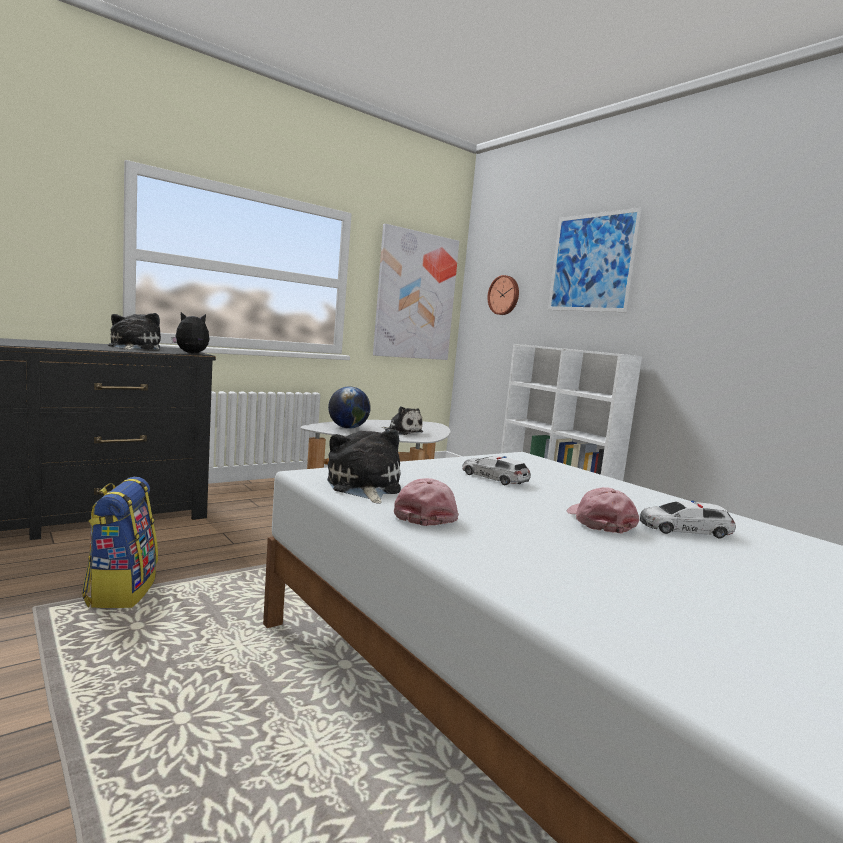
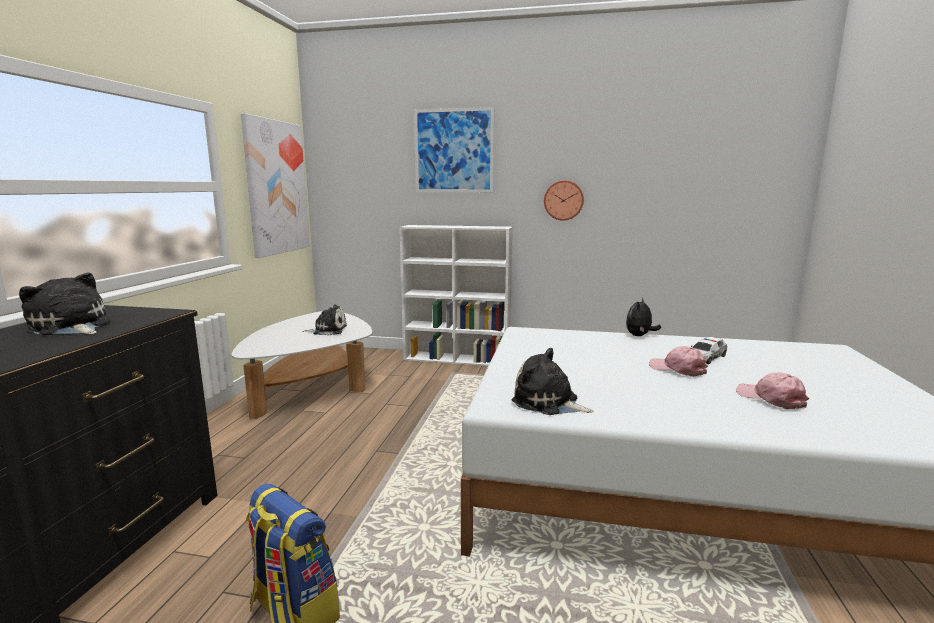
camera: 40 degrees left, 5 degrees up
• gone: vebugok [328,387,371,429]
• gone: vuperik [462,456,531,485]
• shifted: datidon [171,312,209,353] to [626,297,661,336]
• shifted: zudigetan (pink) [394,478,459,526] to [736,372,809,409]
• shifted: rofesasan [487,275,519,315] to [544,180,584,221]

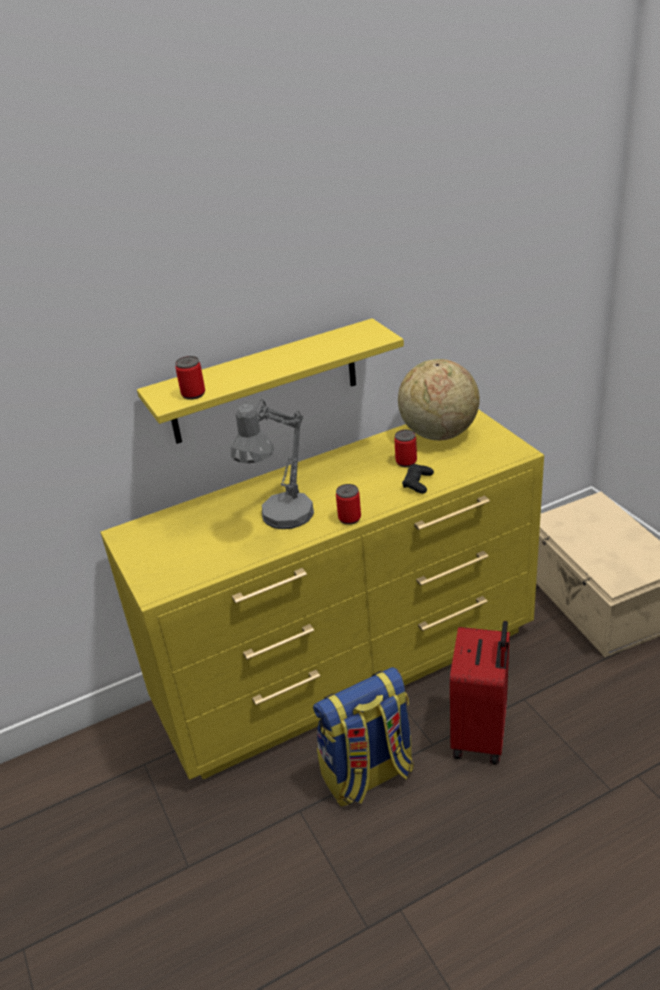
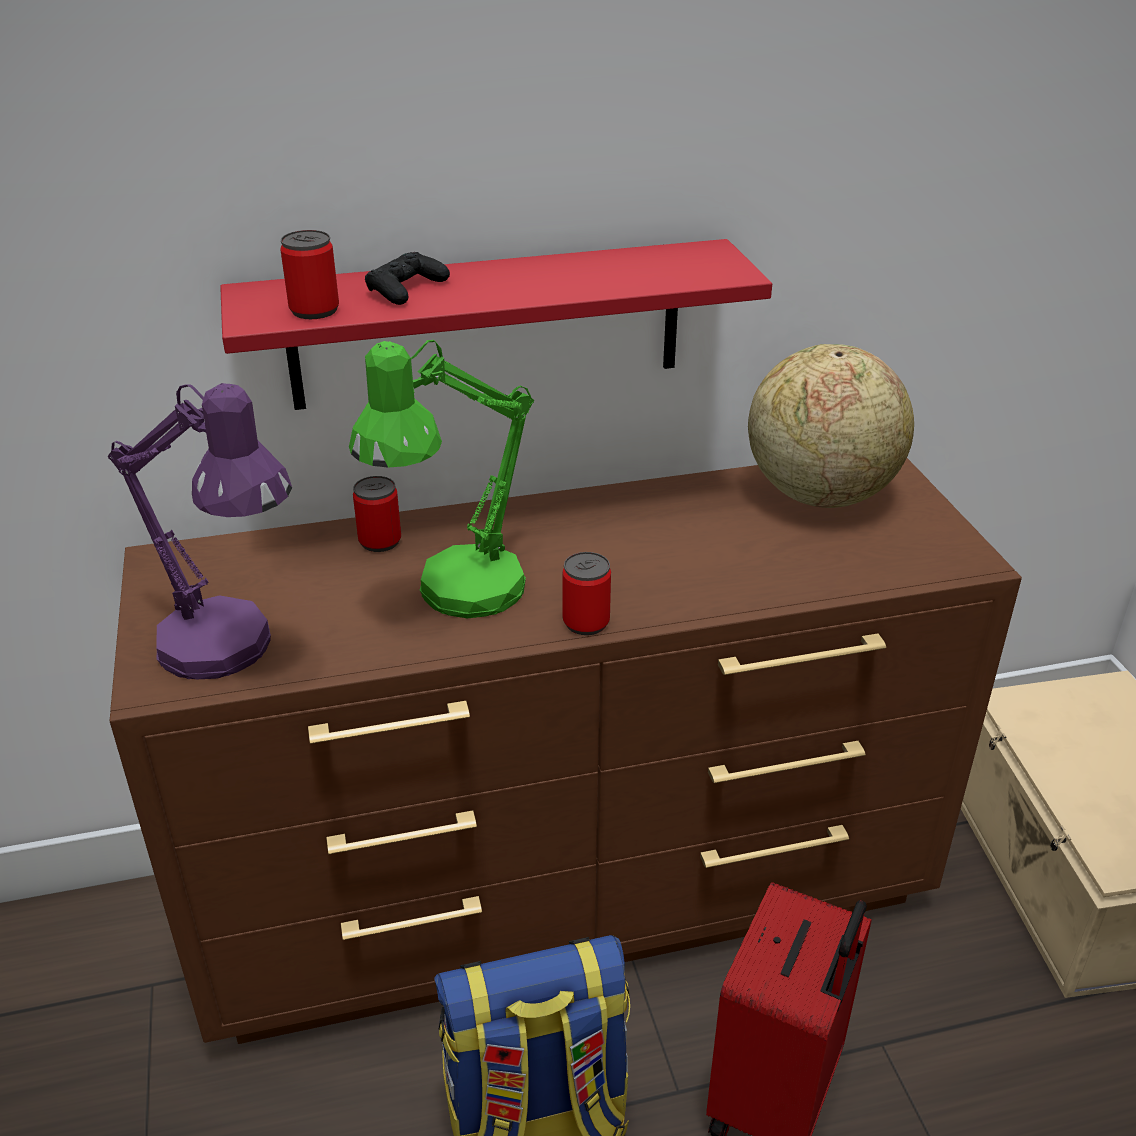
camera: 10 degrees right, 0 degrees up
• new: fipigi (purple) [108,383,292,679]
• shifted: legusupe [394,430,417,467] to [353,476,401,552]
• shifted: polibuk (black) [402,464,434,494] to [365,252,450,305]
• repainted: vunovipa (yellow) [100,409,544,780] to vunovipa (brown) [110,458,1022,1044]
• repainted: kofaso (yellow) [137,318,404,444] to kofaso (red) [220,239,772,410]
• repainted: fipigi (grey) [231,399,314,529] to fipigi (green) [349,340,534,618]

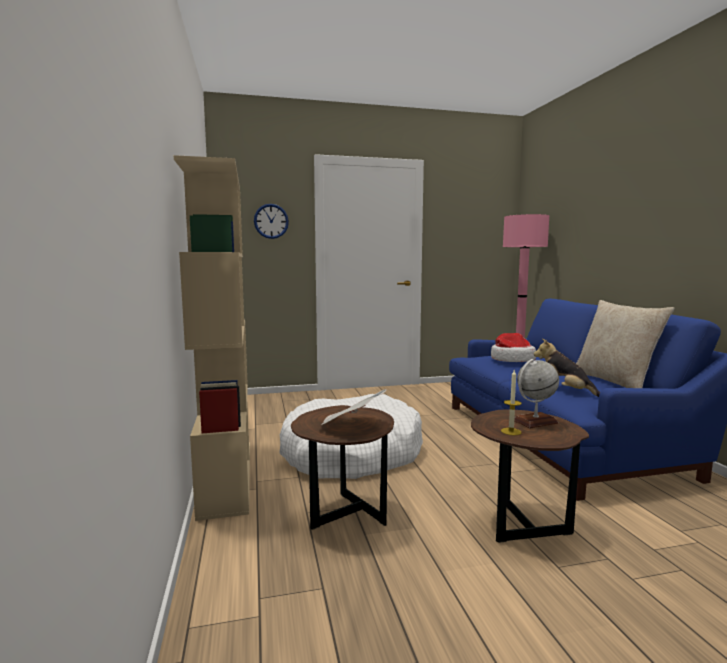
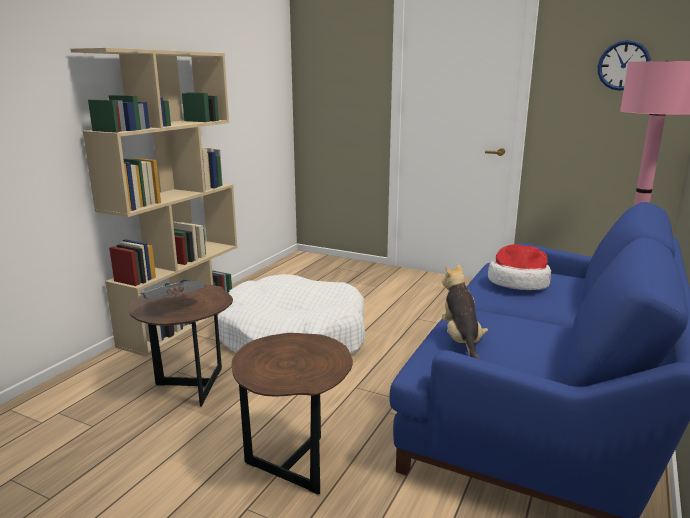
camera: 40 degrees right, 10 degrees up
• gone: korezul [501,370,522,435]
• gone: vebugok [514,359,559,428]
• gone: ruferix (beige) [576,300,675,388]
• shifted: rofesasan [254,204,289,239] to [598,40,650,91]

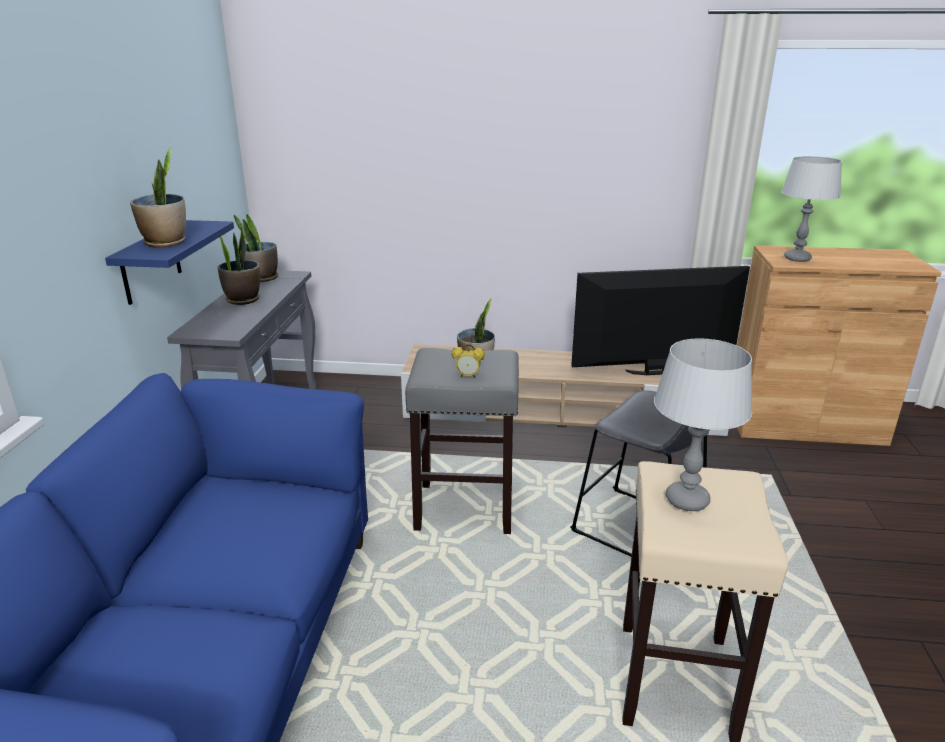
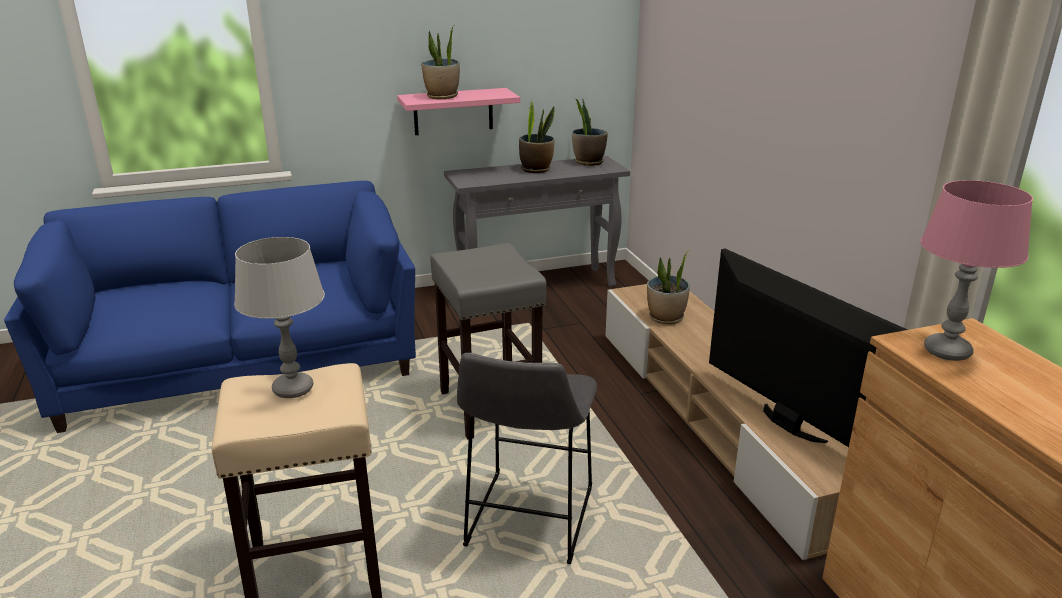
camera: 65 degrees right, 0 degrees up
• gone: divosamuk [452,344,485,378]
• repainted: kofaso (blue) [105,220,234,305] to kofaso (pink) [397,88,520,135]
• repainted: fipigi (grey) [781,156,842,262] to fipigi (pink) [920,180,1033,361]

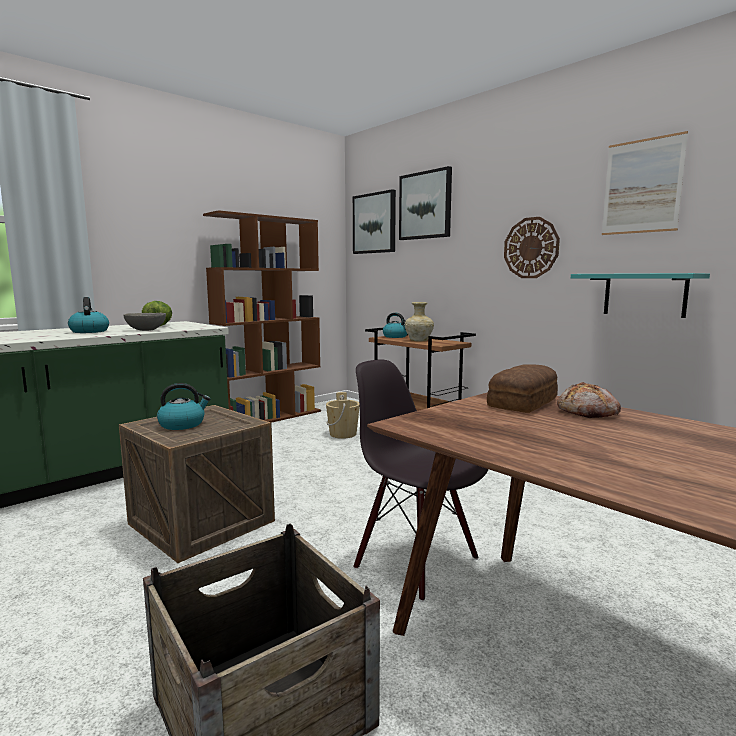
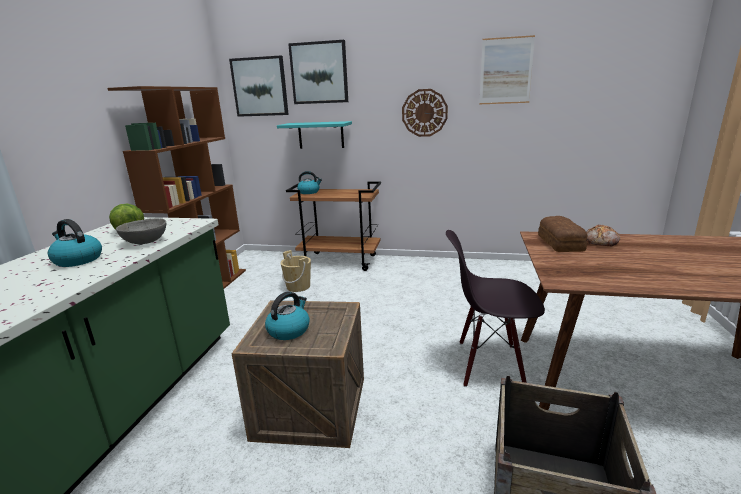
camera: 35 degrees left, 10 degrees up
• gone: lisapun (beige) [405,302,434,342]
• shifted: kofaso (turquoise) [571,273,710,318] to [277,121,352,149]

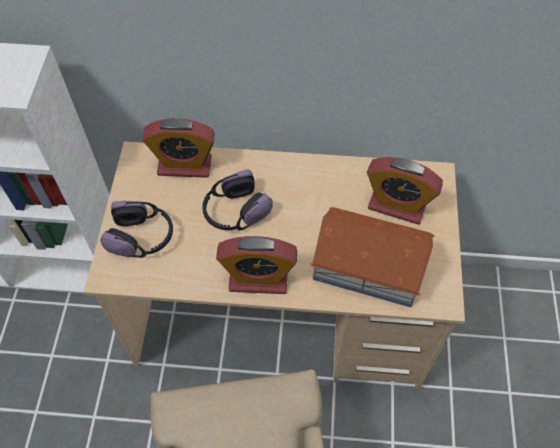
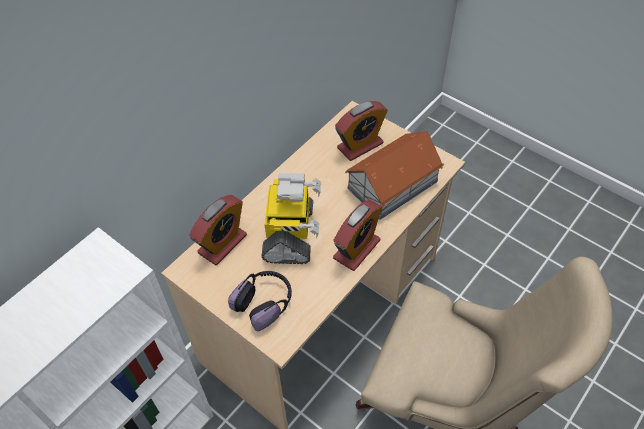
camera: 55 degrees left, 5 degrees down
• swapped: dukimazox [202,169,273,231] to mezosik [261,173,321,264]

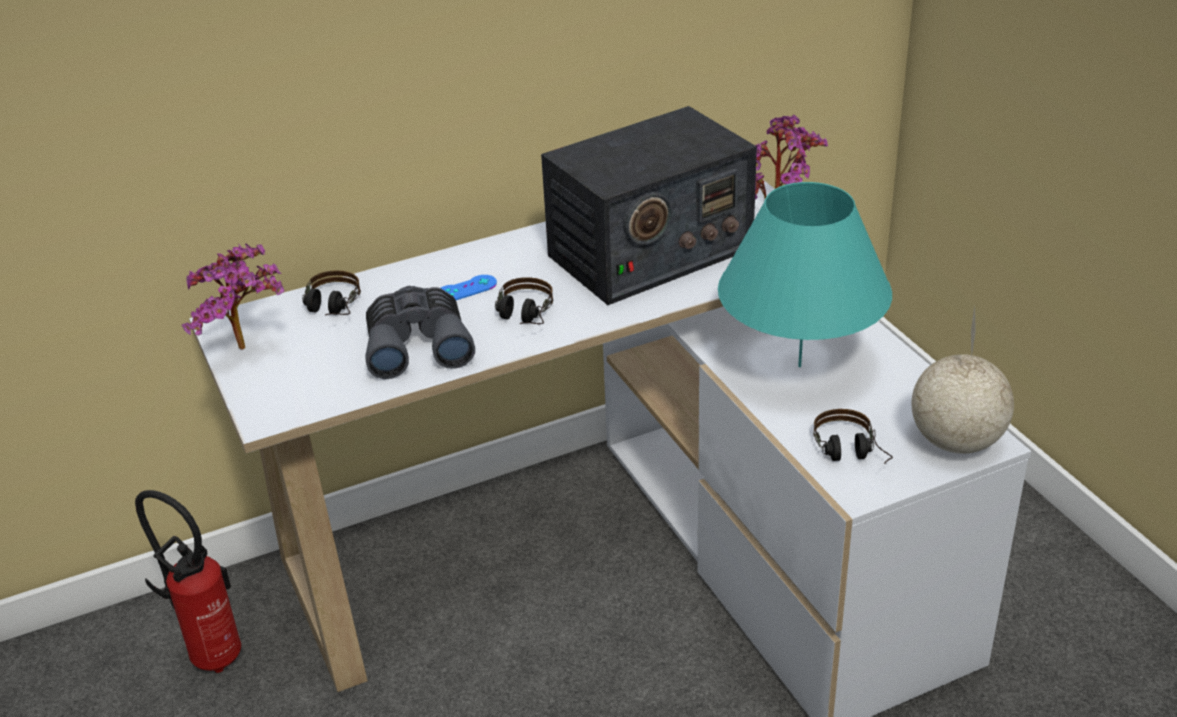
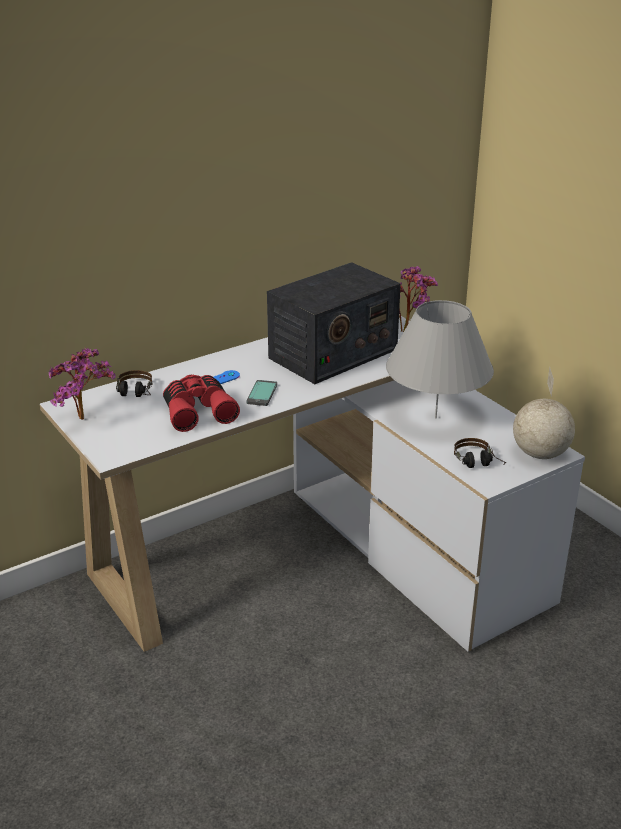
camera: 10 degrees left, 5 degrees down
• gone: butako [135,490,241,673]
• swapped: dukimazox [495,277,553,324] to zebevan [247,380,277,406]
• repainted: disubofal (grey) [365,286,475,379] to disubofal (red) [163,375,240,432]
• repainted: fipigi (turquoise) [718,182,892,367] to fipigi (grey) [386,300,494,418]

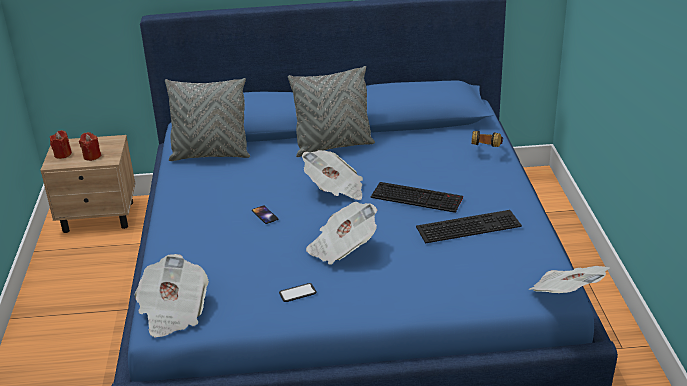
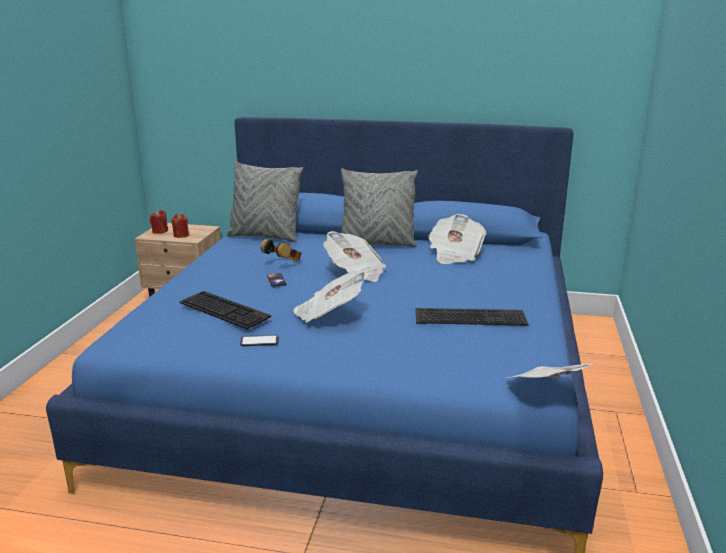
camera: 15 degrees right, 10 degrees down
• shifted: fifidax [135,254,209,338] to [428,214,486,264]
• shifted: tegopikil [371,182,463,213] to [180,291,271,329]
• shifted: dukimazox [472,131,503,147] to [261,239,302,261]

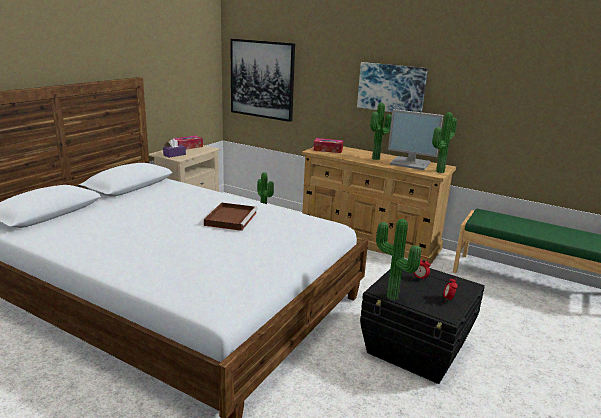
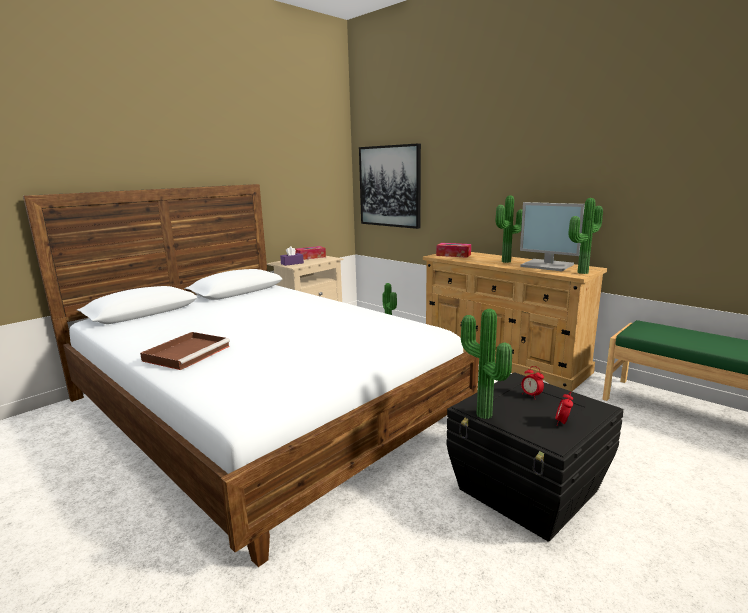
camera: 15 degrees right, 5 degrees down
• gone: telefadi [357,62,428,113]
• shifted: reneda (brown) [204,202,258,231] to [140,332,230,370]

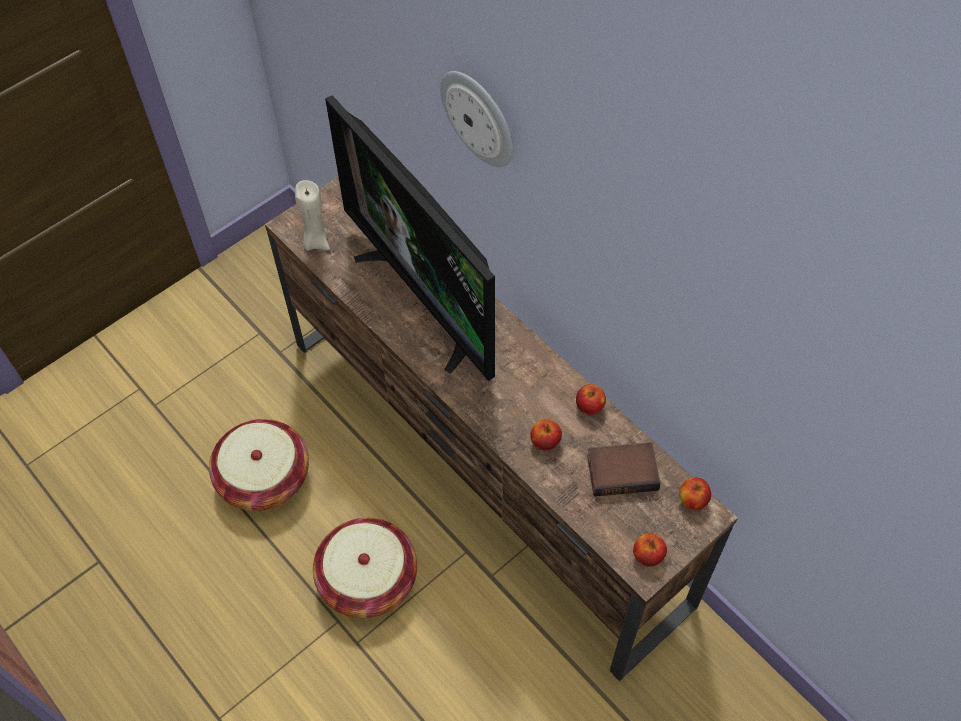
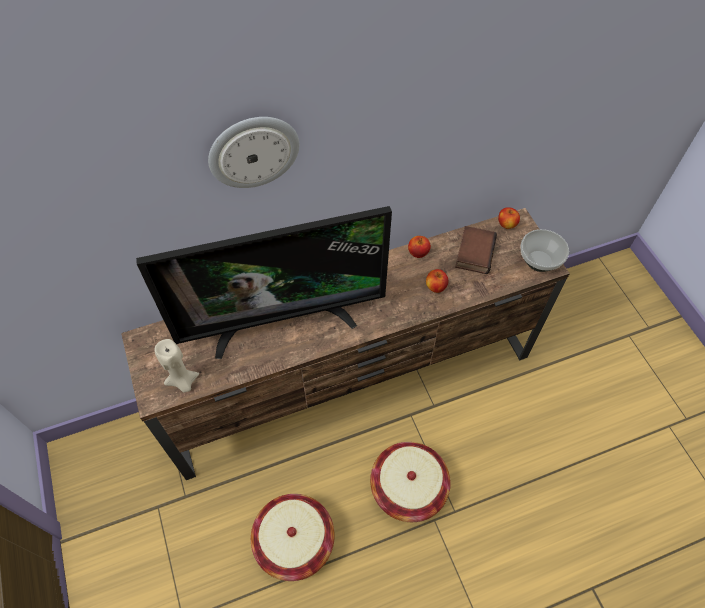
camera: 70 degrees left, 0 degrees up
• swapped: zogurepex [633,533,667,567] to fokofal [521,229,569,272]

